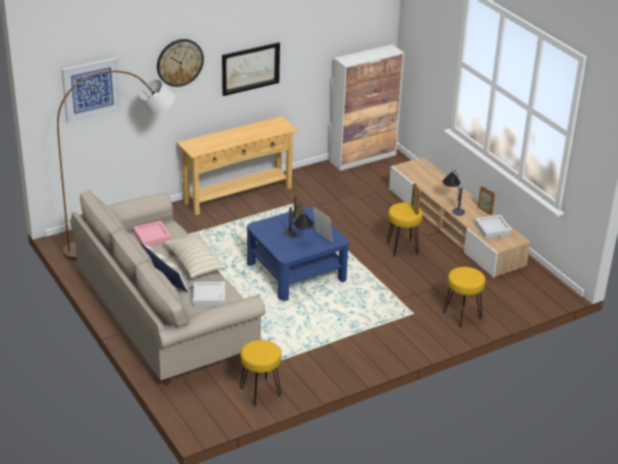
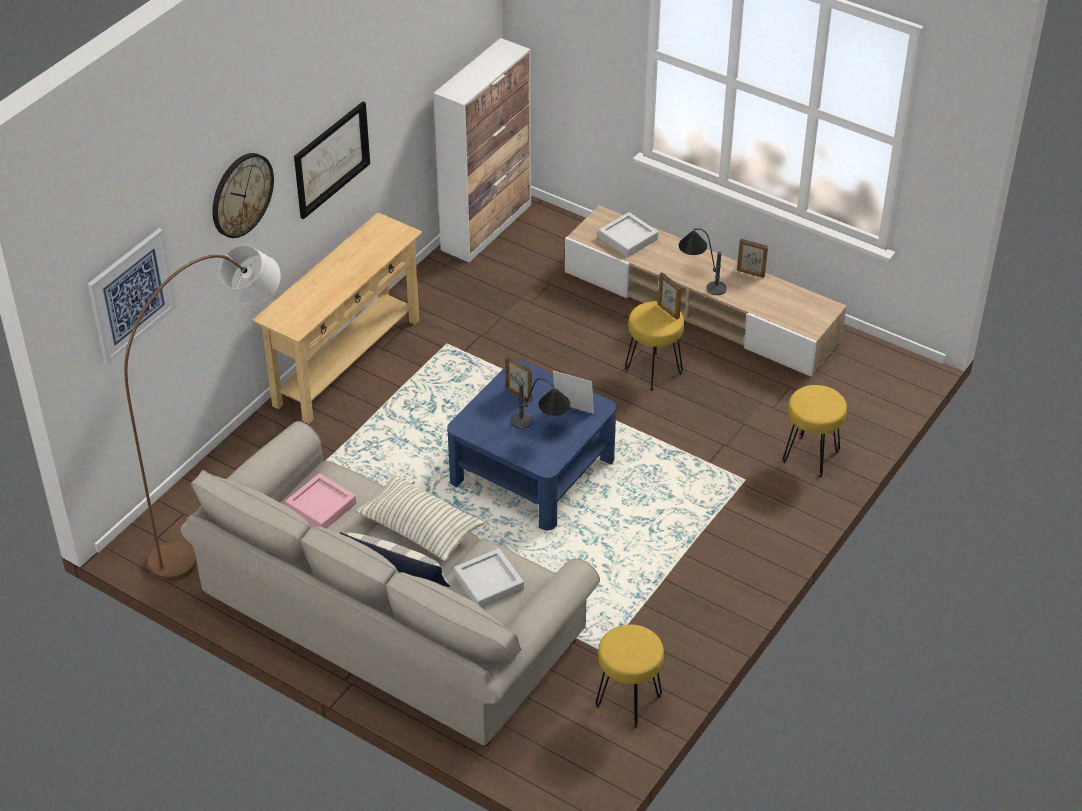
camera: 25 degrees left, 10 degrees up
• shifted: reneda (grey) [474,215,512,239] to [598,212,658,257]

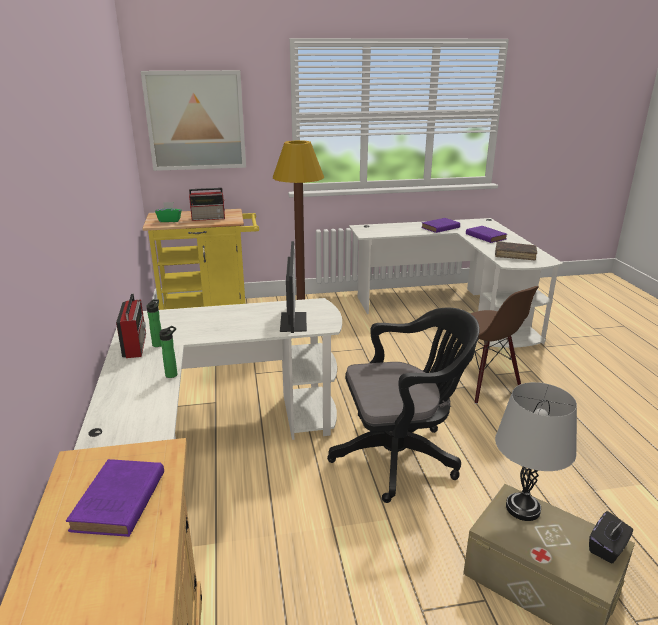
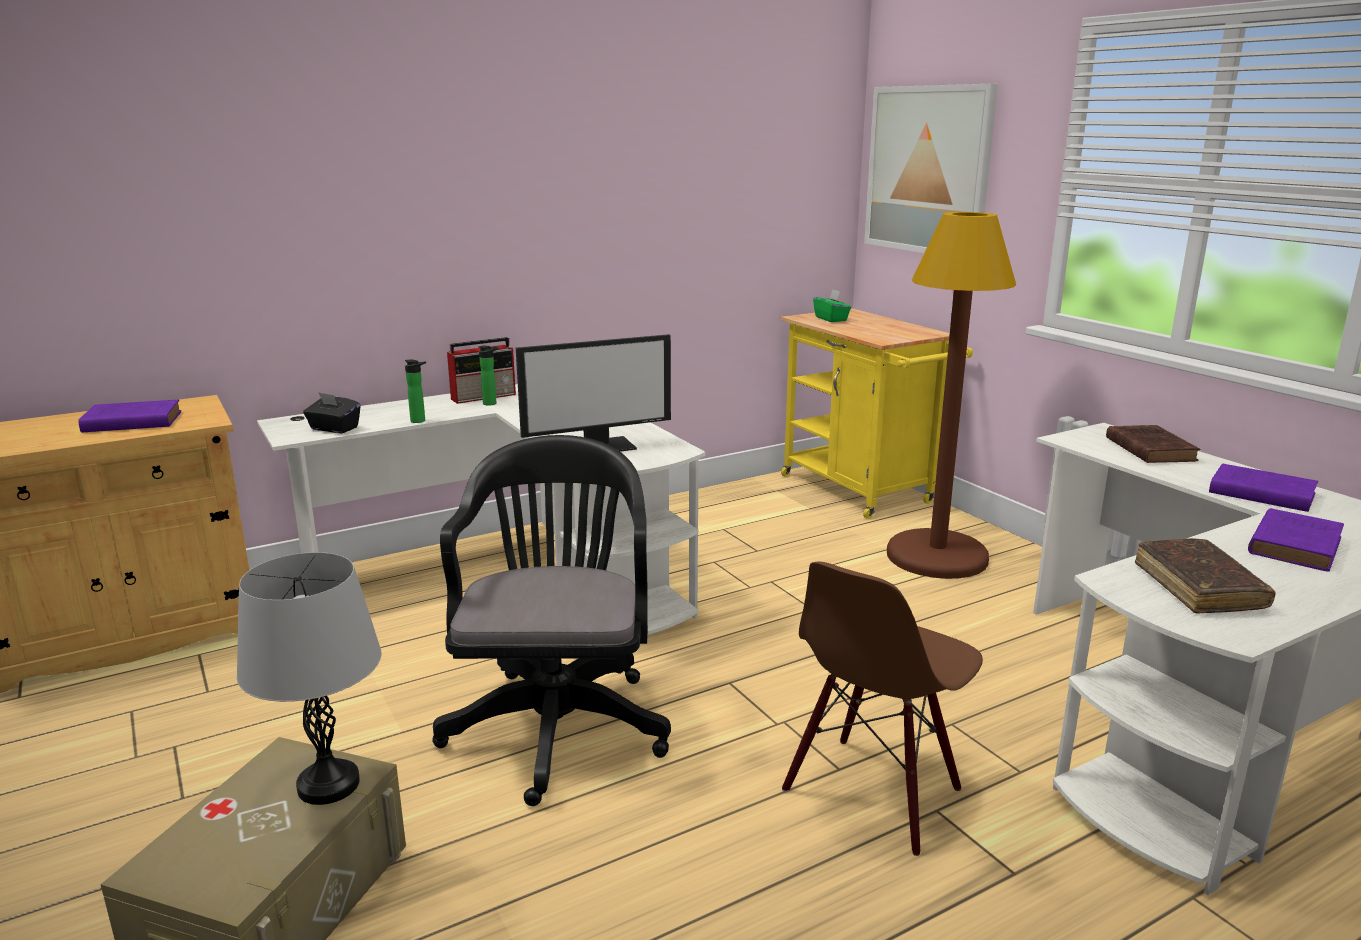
camera: 70 degrees right, 5 degrees down
• gone: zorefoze [189,188,225,221]
• new: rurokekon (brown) [1106,425,1200,463]
• shifted: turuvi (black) [589,511,633,563] to [303,392,361,433]
• rotated: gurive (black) [327,308,479,503] = [432,435,671,806] 150 degrees counterclockwise

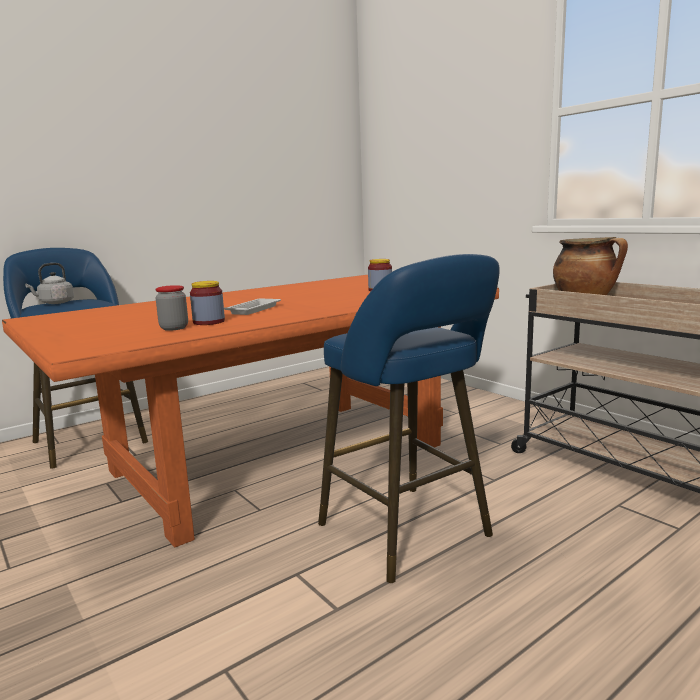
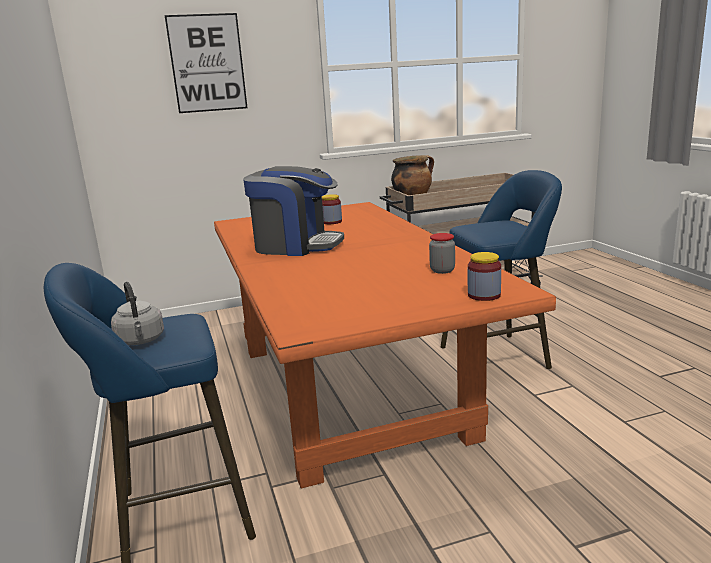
camera: 70 degrees left, 5 degrees up
• gone: reneda (white) [224,299,281,315]
• new: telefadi [165,13,247,113]
• new: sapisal [243,166,344,256]
• shifted: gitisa [190,281,225,325] to [468,252,501,301]

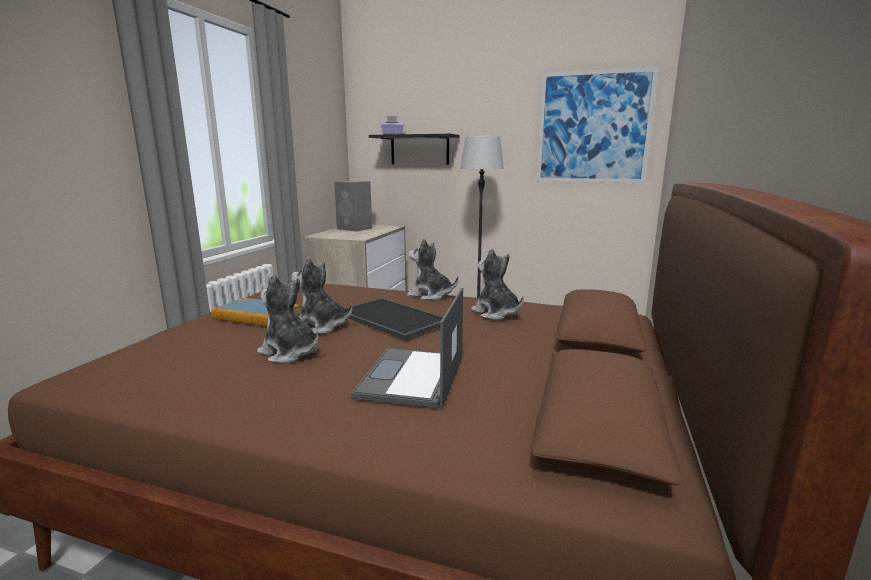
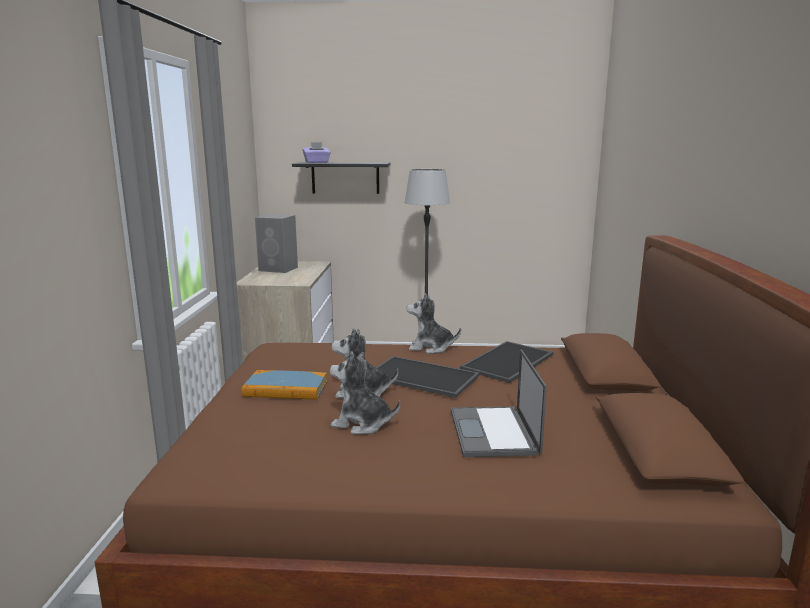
camera: 15 degrees left, 0 degrees up
• gone: telefadi [536,66,659,183]
• swapped: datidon [471,248,524,320] to reneda [460,341,553,383]

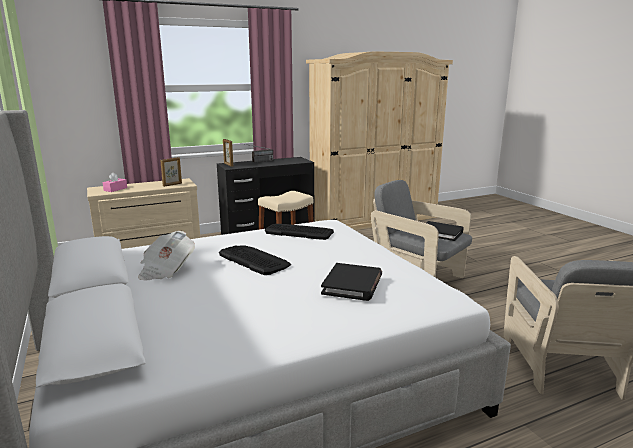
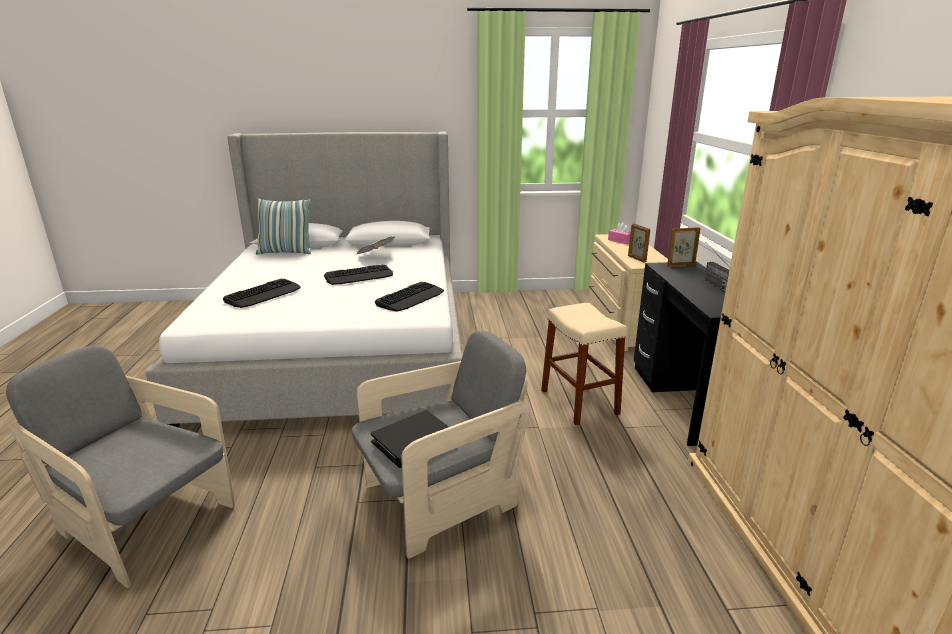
camera: 110 degrees right, 5 degrees up
• new: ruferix [256,198,311,255]
• swapped: rurokekon (black) [321,263,382,301] to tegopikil [223,279,301,308]

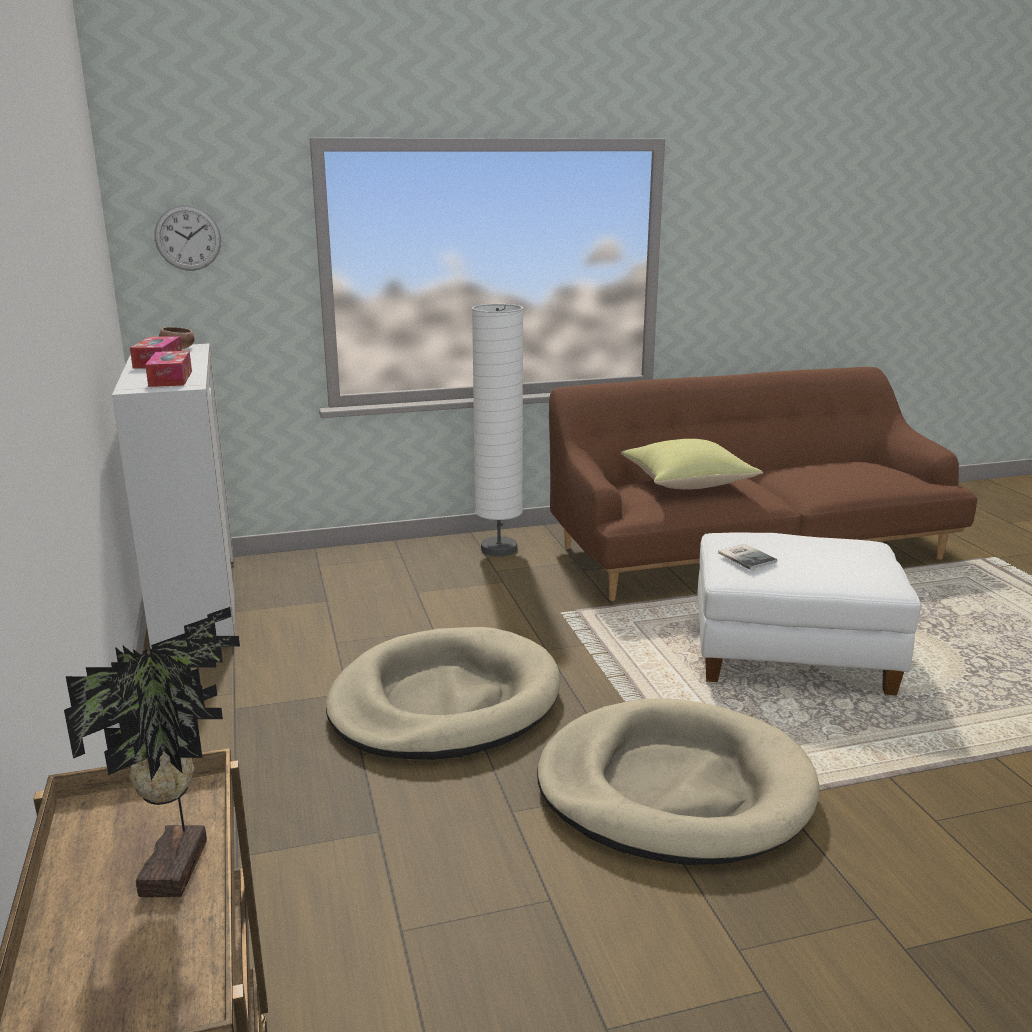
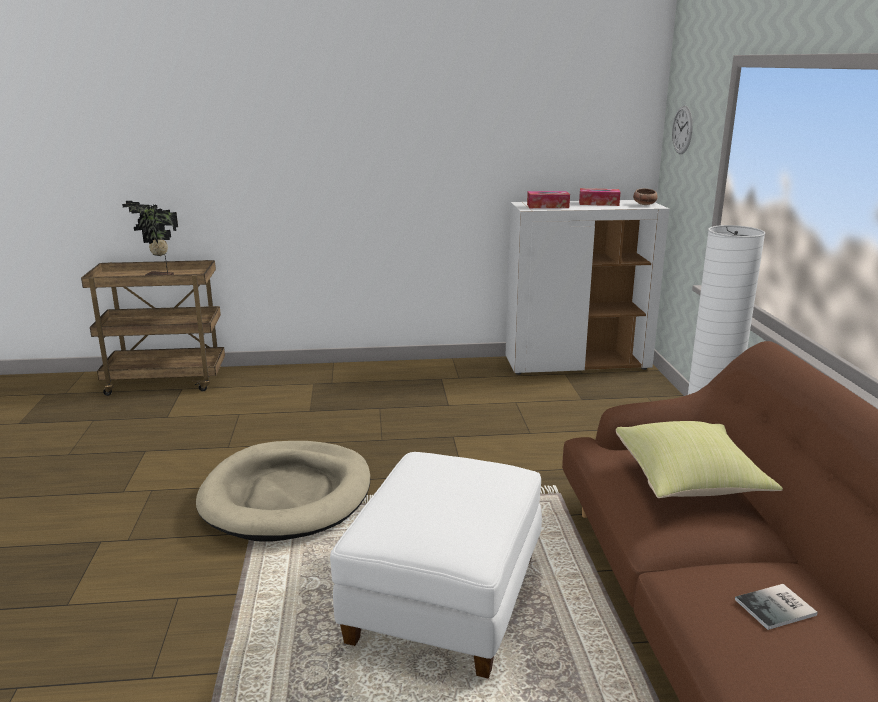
camera: 100 degrees right, 0 degrees up
• gone: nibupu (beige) [326,627,561,760]
• shifted: rurokekon [718,544,777,570] to [735,584,818,630]

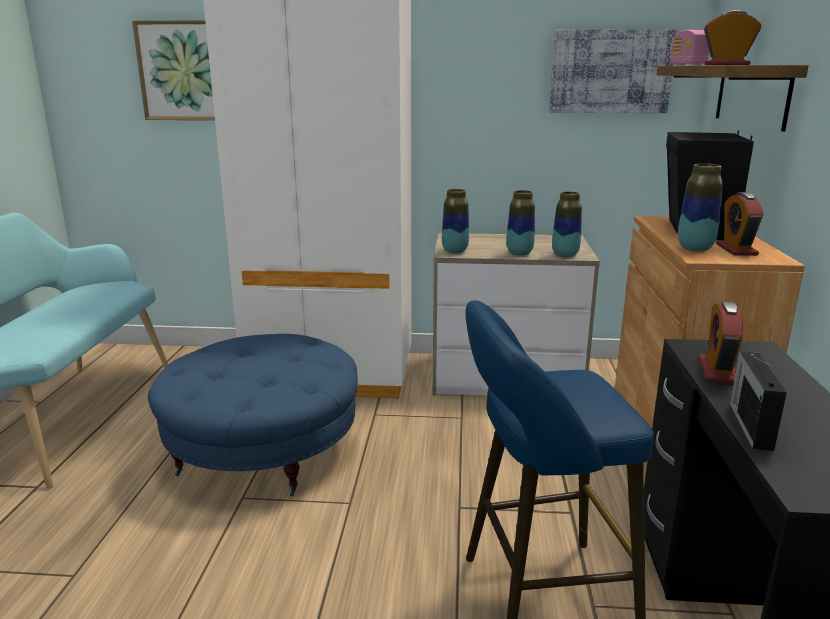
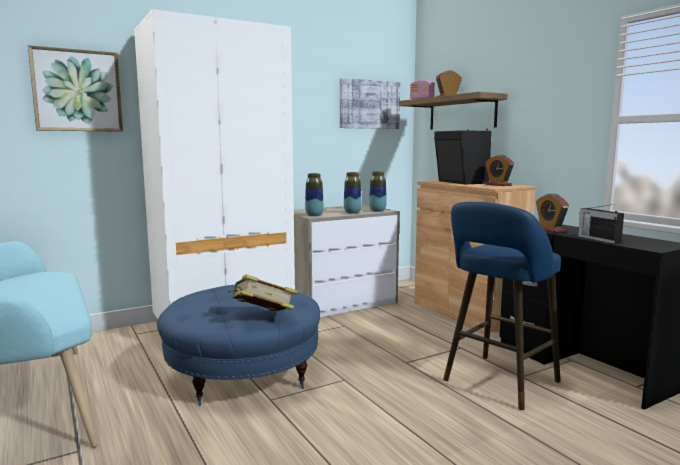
camera: 35 degrees left, 10 degrees down
• gone: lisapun [678,163,723,252]
• new: rurokekon [228,274,298,311]

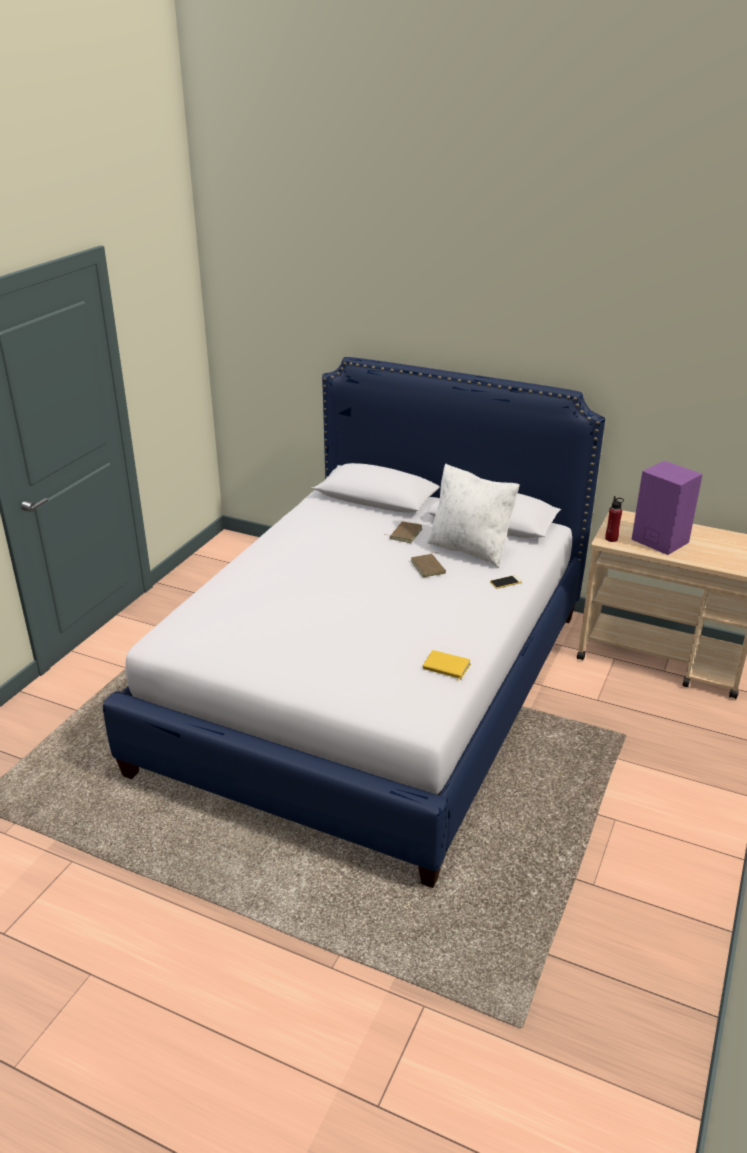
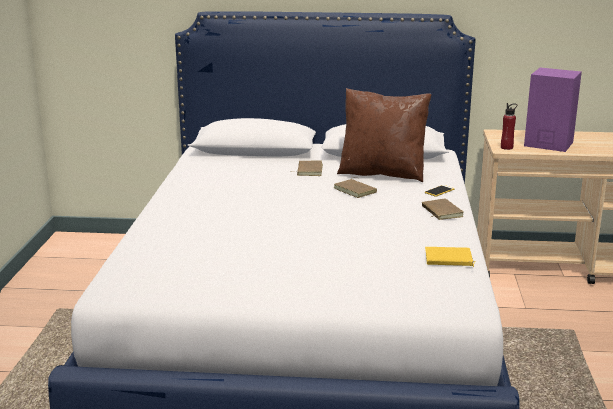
camera: 20 degrees left, 10 degrees down
• new: rurokekon (brown) [422,199,463,220]
• repainted: ruferix (white) [427,464,520,568] to ruferix (brown) [337,88,432,182]

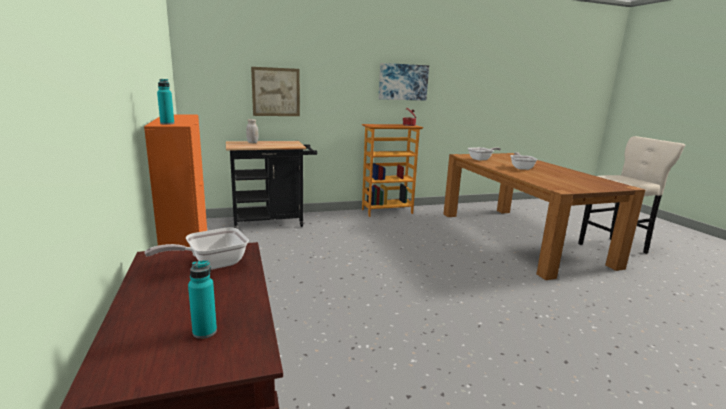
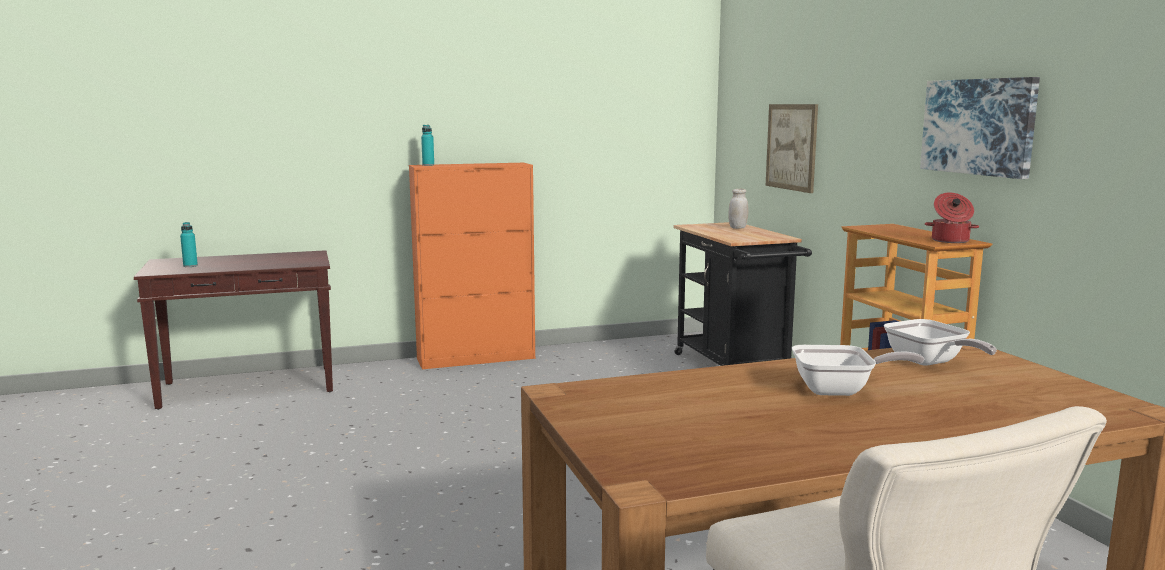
camera: 90 degrees right, 5 degrees down
• gone: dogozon [145,227,249,270]

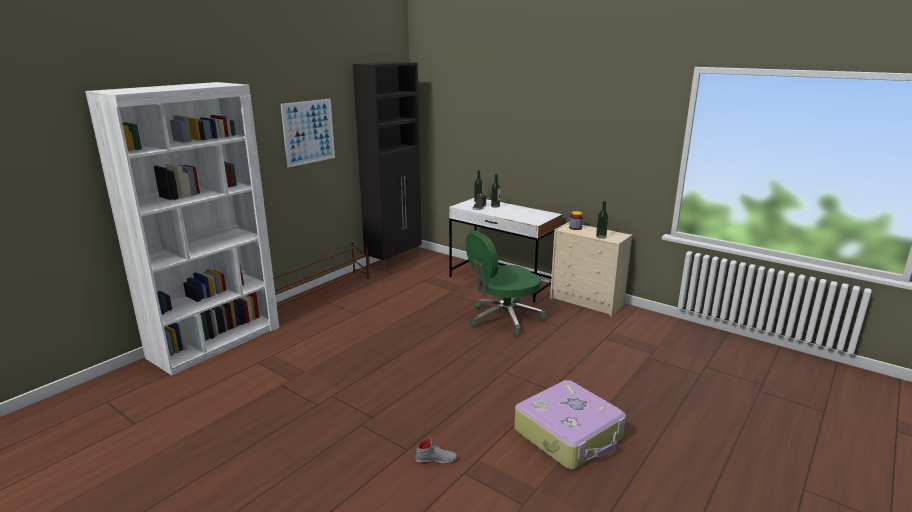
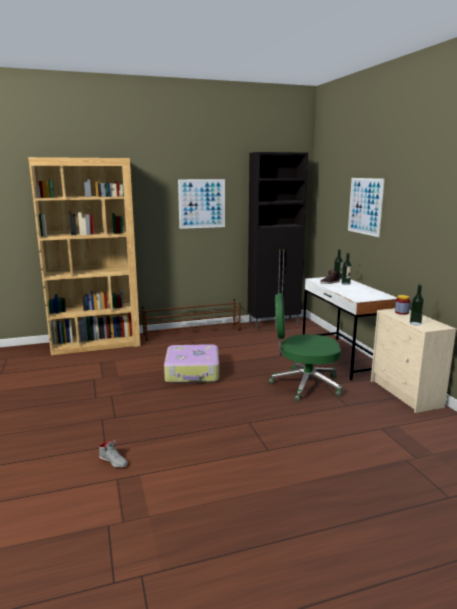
camera: 35 degrees right, 5 degrees down
• new: telefadi [348,178,385,237]
• shifted: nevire [514,380,626,469] to [164,344,219,383]
• repainted: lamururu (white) [85,82,279,375] to lamururu (brown) [28,157,140,355]

